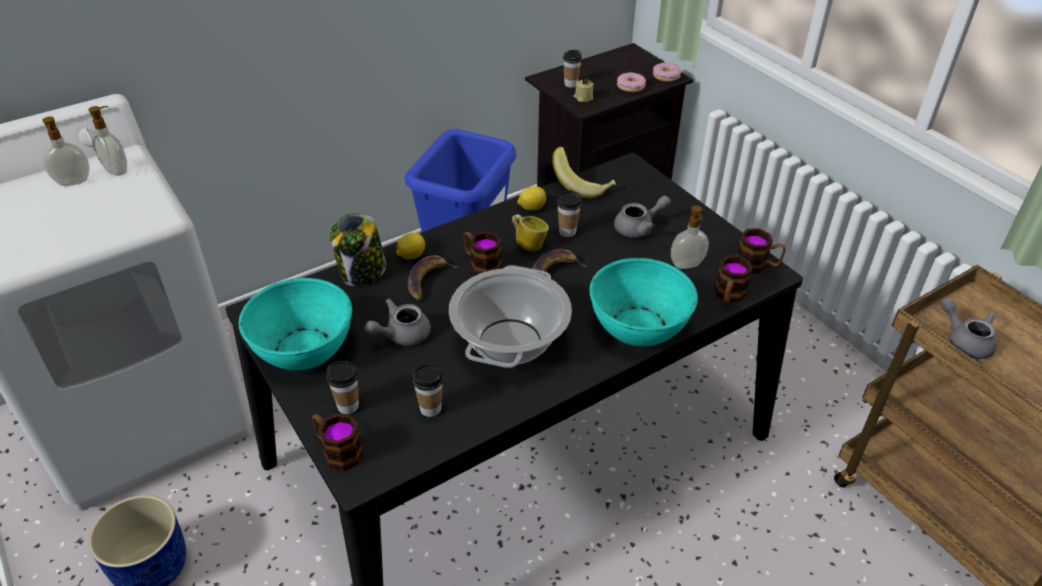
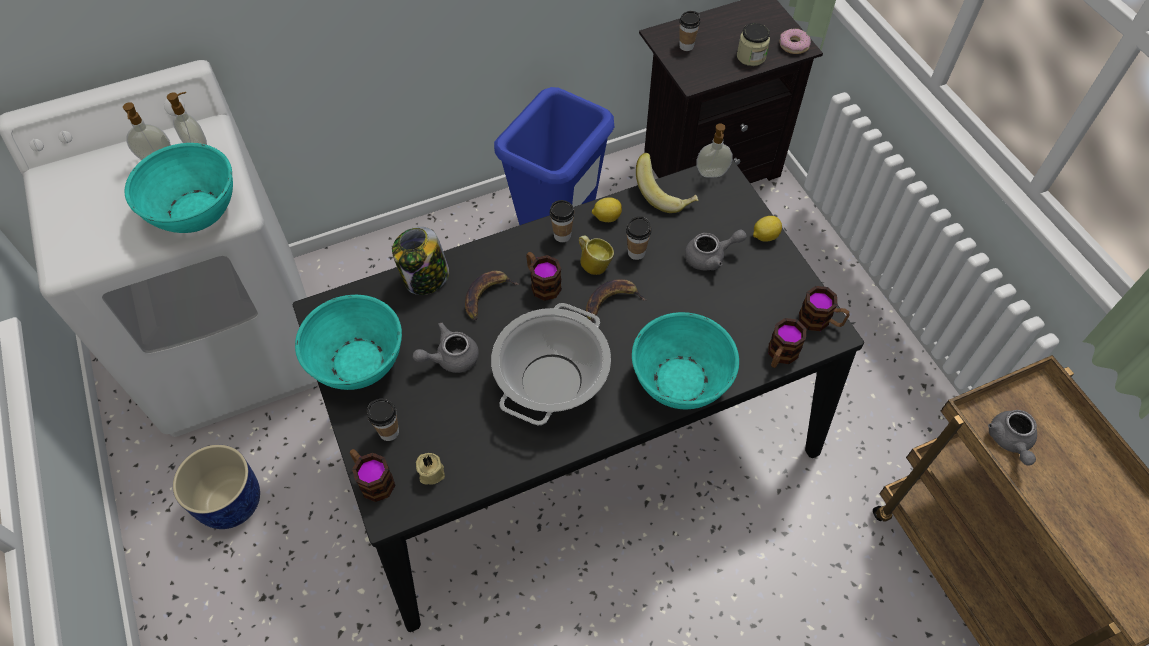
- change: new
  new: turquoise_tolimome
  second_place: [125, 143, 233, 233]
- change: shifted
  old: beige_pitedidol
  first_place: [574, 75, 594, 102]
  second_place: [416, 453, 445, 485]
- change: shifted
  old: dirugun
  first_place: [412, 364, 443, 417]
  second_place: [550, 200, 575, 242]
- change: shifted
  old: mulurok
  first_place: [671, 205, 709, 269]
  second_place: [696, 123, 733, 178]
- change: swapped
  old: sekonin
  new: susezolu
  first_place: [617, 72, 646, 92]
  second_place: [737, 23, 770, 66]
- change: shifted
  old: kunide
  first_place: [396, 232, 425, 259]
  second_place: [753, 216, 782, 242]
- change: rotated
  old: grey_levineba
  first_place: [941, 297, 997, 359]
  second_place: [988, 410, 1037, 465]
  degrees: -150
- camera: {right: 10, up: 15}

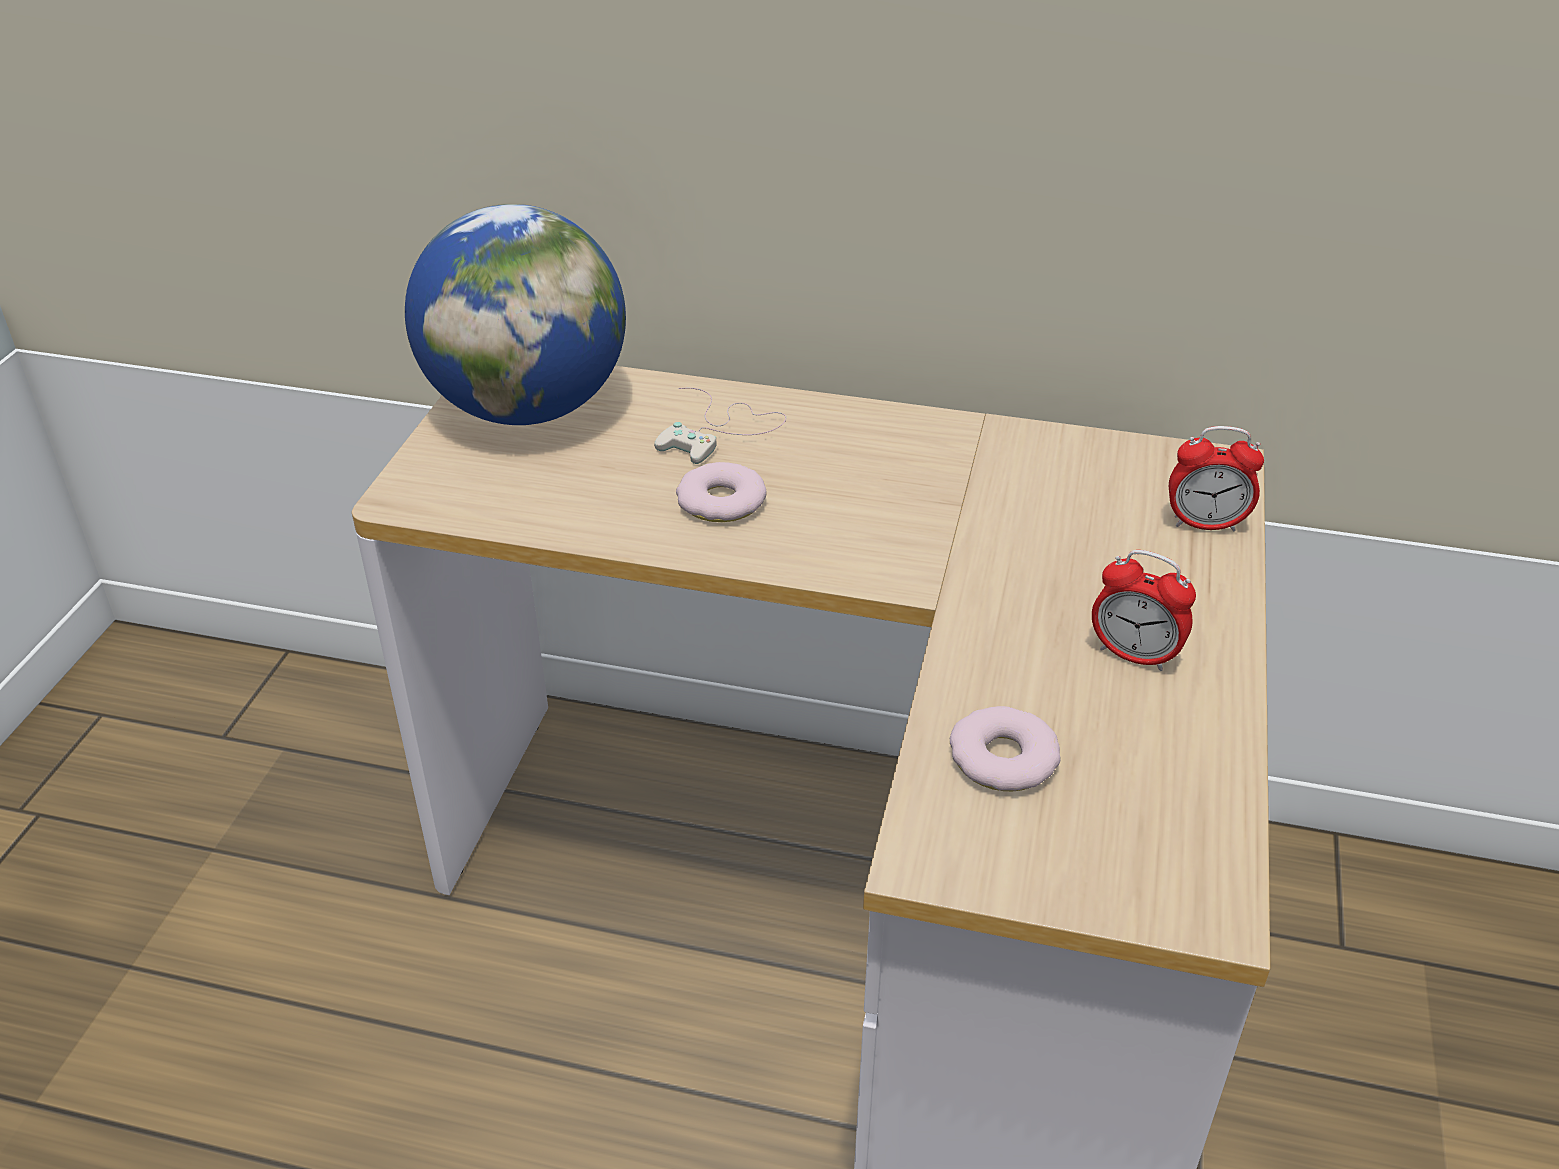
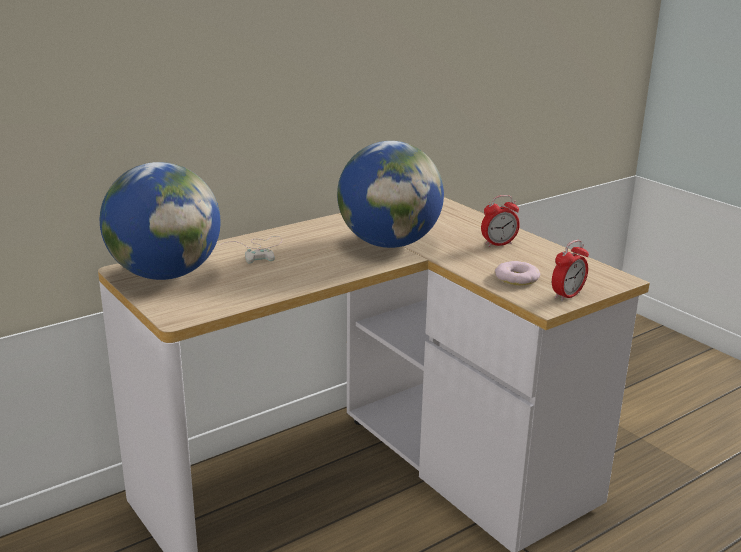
- change: new
  new: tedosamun
  second_place: [337, 141, 444, 248]
- change: shifted
  old: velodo
  first_place: [1169, 426, 1264, 531]
  second_place: [552, 240, 589, 301]
- change: gone
  old: sekonin
  first_place: [676, 462, 767, 522]
- camera: {right: -50, up: -15}

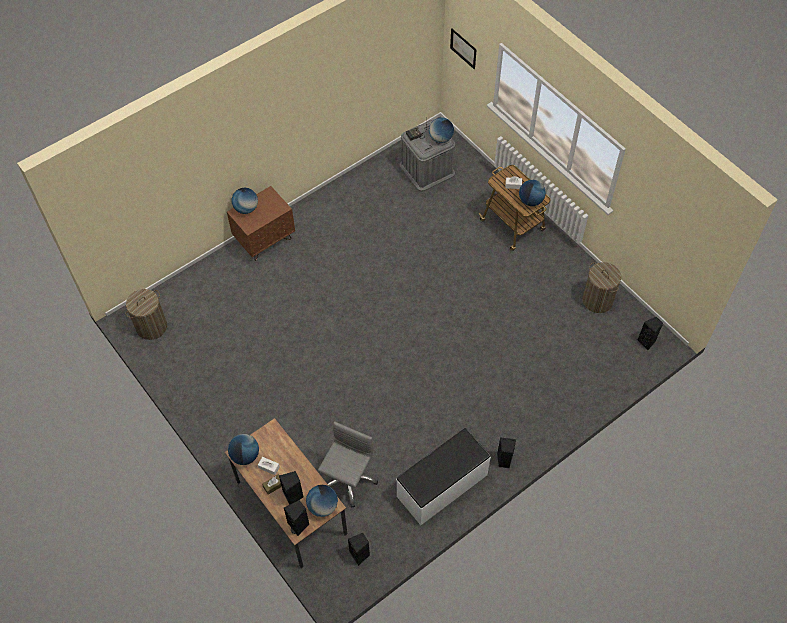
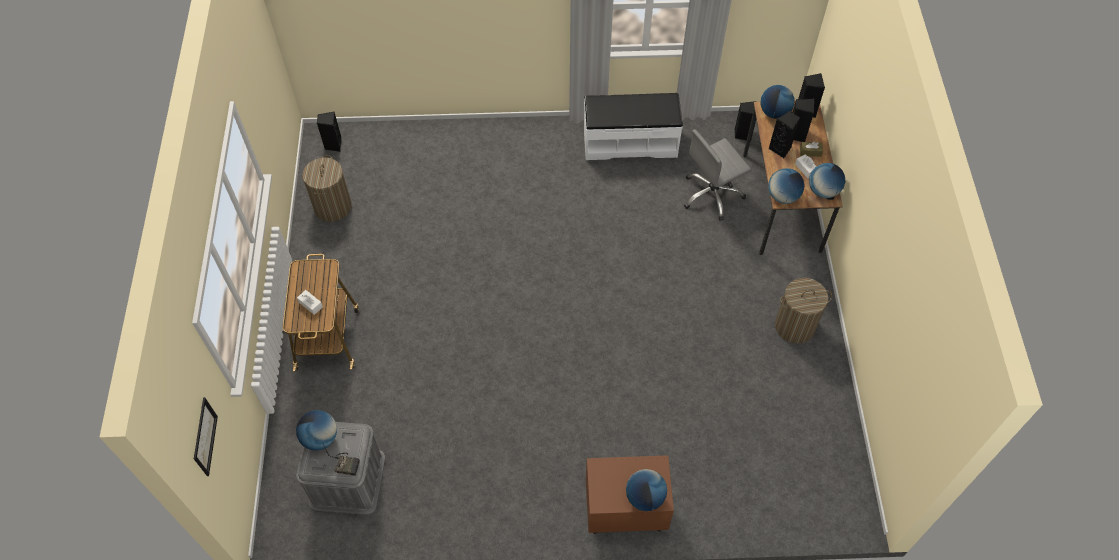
- change: shifted
  old: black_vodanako
  first_place: [497, 437, 516, 468]
  second_place: [768, 111, 800, 158]
- change: shifted
  old: tedosamun
  first_place: [519, 180, 546, 206]
  second_place: [768, 168, 804, 204]
- change: shifted
  old: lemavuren
  first_place: [125, 289, 167, 340]
  second_place: [775, 278, 832, 343]
- camera: {right: -145, up: 0}

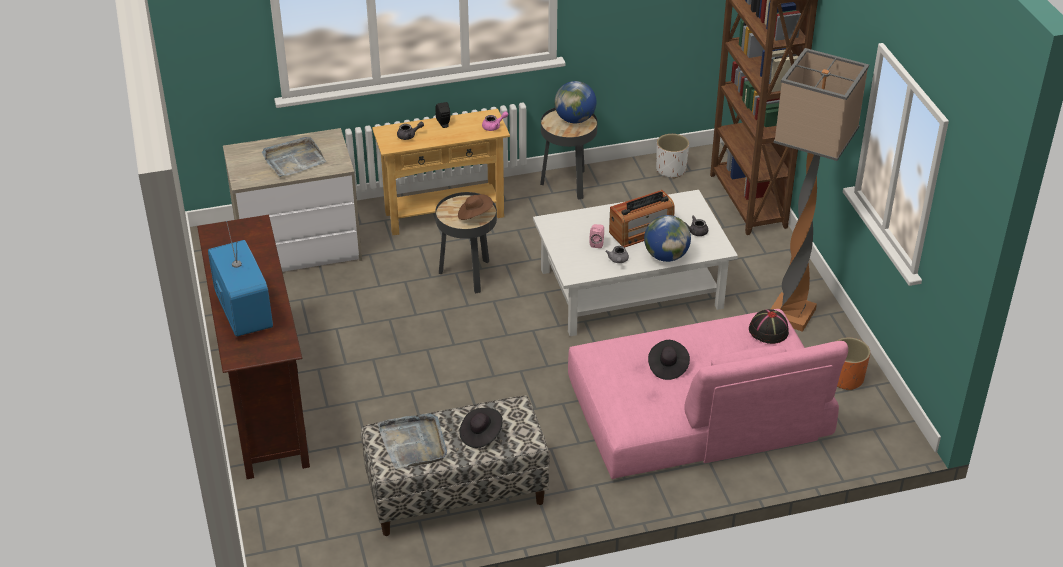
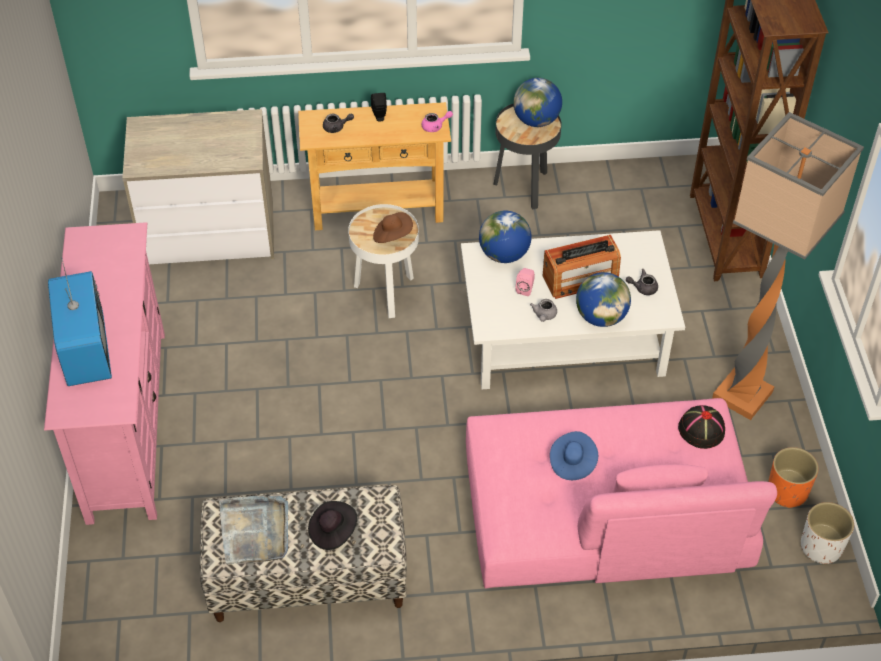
- change: repainted
  old: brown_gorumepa
  new: pink_gorumepa
  first_place: [197, 215, 310, 479]
  second_place: [44, 222, 165, 525]
- change: repainted
  old: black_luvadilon
  new: white_luvadilon
  first_place: [435, 192, 497, 294]
  second_place: [348, 204, 419, 318]
- change: new
  new: tedosamun
  second_place: [479, 211, 532, 263]
- change: repainted
  old: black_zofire
  new: blue_zofire
  first_place: [648, 340, 690, 380]
  second_place: [550, 431, 598, 480]
- change: shifted
  old: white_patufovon
  first_place: [656, 134, 689, 179]
  second_place: [801, 502, 854, 565]
- change: gone
  old: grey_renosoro
  first_place: [262, 137, 326, 177]
- camera: {right: 10, up: 10}

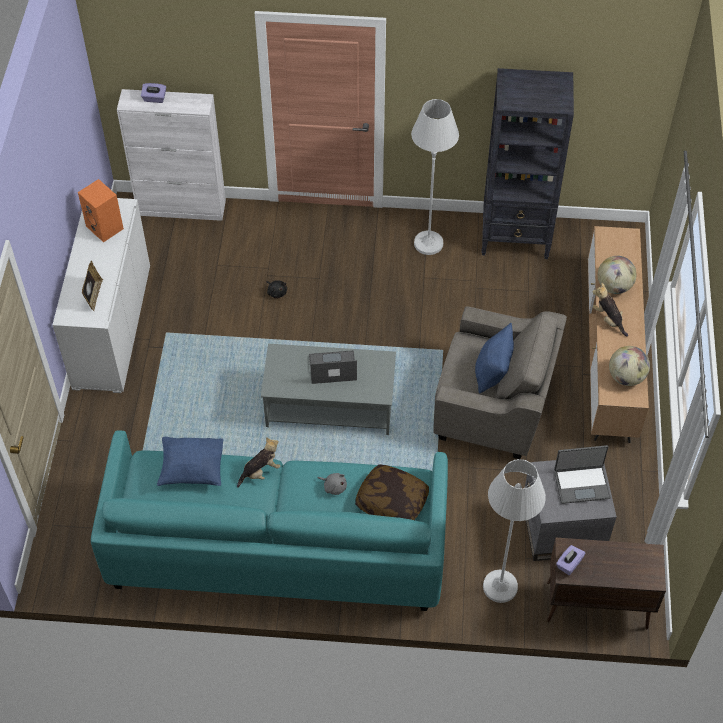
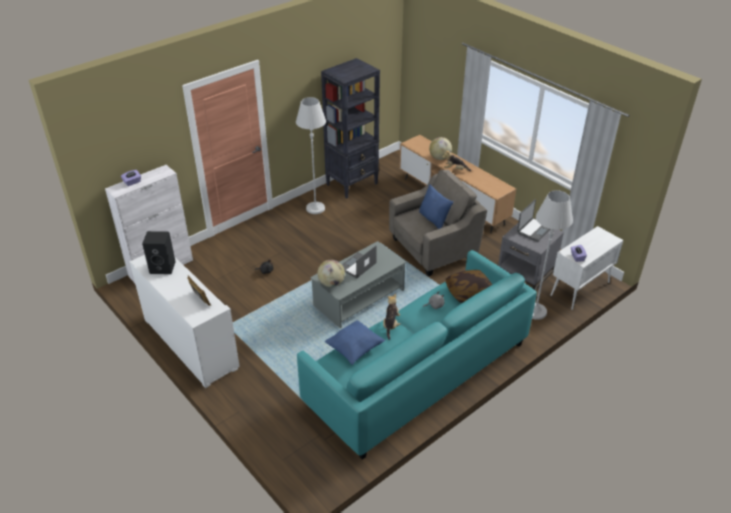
- change: repainted
  old: orange_vodanako
  new: black_vodanako
  first_place: [78, 179, 124, 242]
  second_place: [142, 231, 176, 274]
- change: shifted
  old: tedosamun
  first_place: [609, 346, 650, 386]
  second_place: [317, 260, 345, 287]
- change: repainted
  old: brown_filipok
  new: white_filipok
  first_place: [547, 538, 666, 629]
  second_place: [550, 226, 623, 310]
- camera: {right: -45, up: -15}

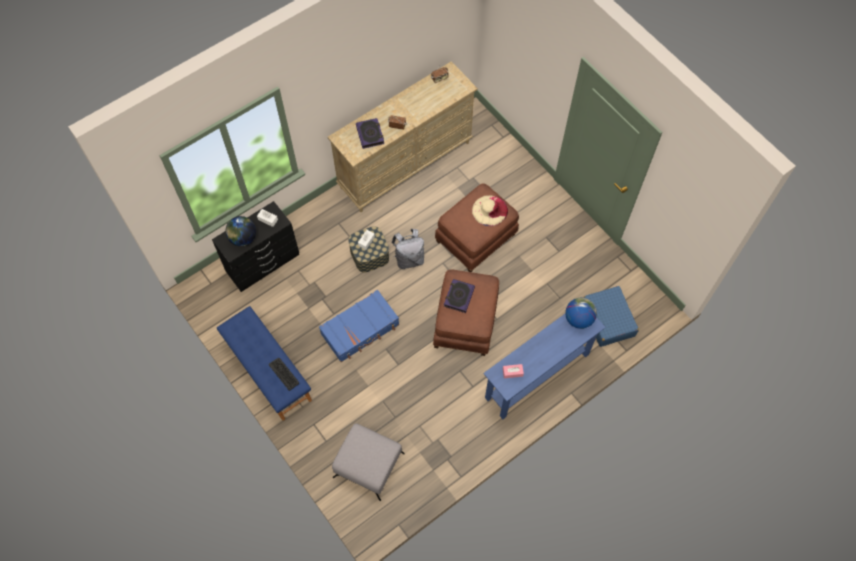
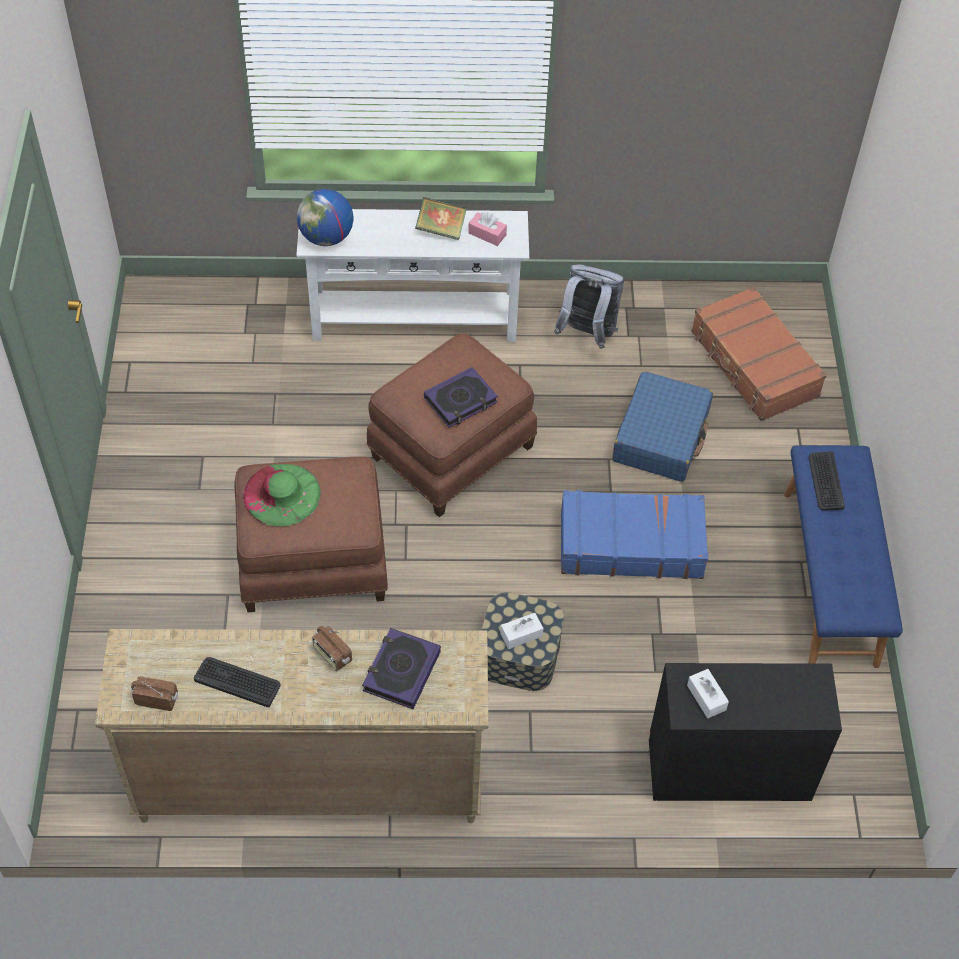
- change: new
  new: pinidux
  second_place: [194, 657, 281, 707]
- change: repainted
  old: beige_zofire
  new: green_zofire
  first_place: [472, 195, 508, 226]
  second_place: [243, 464, 321, 526]
- change: repainted
  old: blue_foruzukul
  new: white_foruzukul
  first_place: [483, 314, 606, 419]
  second_place: [296, 209, 529, 343]
- change: new
  new: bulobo
  second_place: [415, 197, 467, 240]
- change: shifted
  old: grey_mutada
  first_place: [391, 229, 425, 269]
  second_place: [554, 264, 624, 349]
- change: shifted
  old: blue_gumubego
  first_place: [583, 286, 639, 347]
  second_place: [613, 371, 713, 482]
- change: swapped
  old: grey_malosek
  new: brown_gumubego
  first_place: [332, 424, 405, 501]
  second_place: [691, 286, 827, 421]
- change: gone
  old: tedosamun
  first_place: [225, 216, 256, 246]
- camera: {right: -145, up: -10}

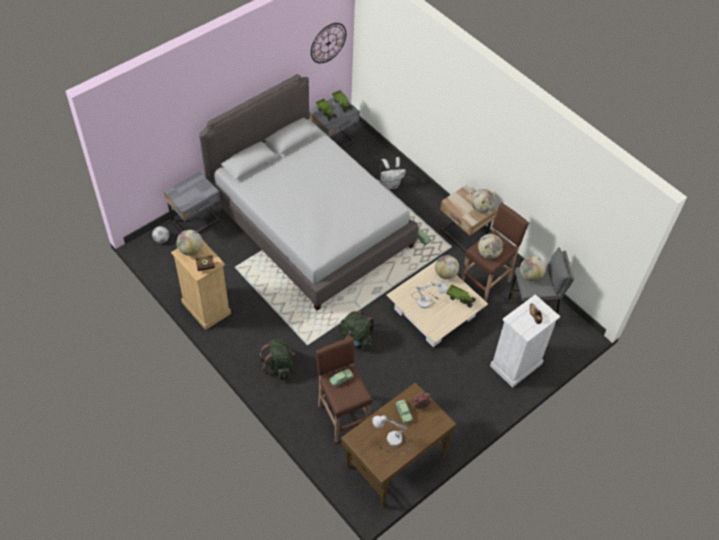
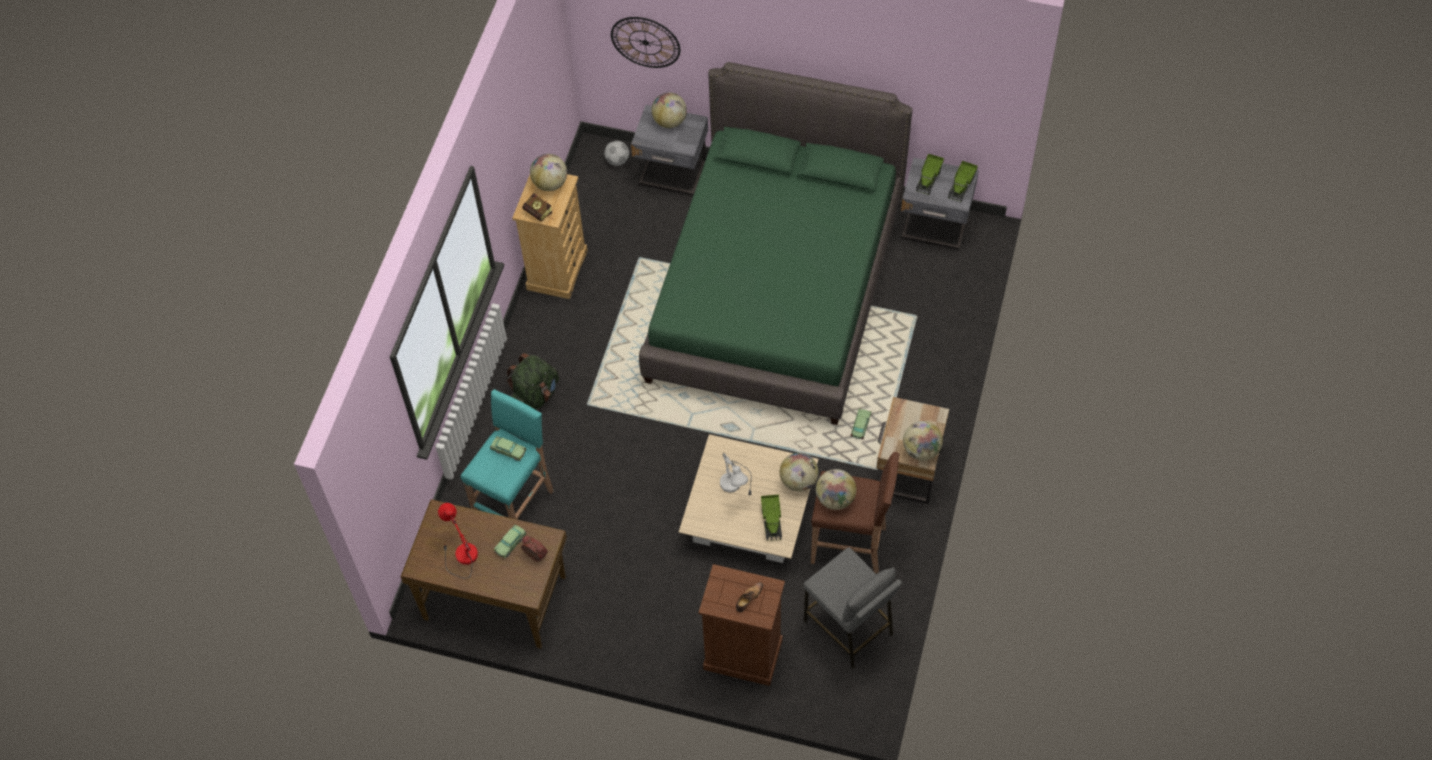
- change: repainted
  old: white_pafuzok
  new: red_pafuzok
  first_place: [372, 415, 411, 455]
  second_place: [438, 503, 478, 579]
- change: repainted
  old: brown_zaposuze
  new: turquoise_zaposuze
  first_place: [316, 337, 372, 443]
  second_place: [461, 389, 554, 519]
- change: shifted
  old: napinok
  first_place: [311, 23, 346, 63]
  second_place: [611, 17, 680, 68]
- change: repainted
  old: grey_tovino
  new: green_tovino
  first_place: [199, 74, 419, 311]
  second_place: [639, 62, 913, 425]
- change: shifted
  old: tedosamun
  first_place: [520, 256, 546, 281]
  second_place: [651, 93, 687, 128]
- change: repainted
  old: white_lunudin
  new: brown_lunudin
  first_place: [490, 294, 560, 388]
  second_place: [699, 564, 785, 686]
- change: gone
  old: green_mutada
  first_place: [339, 310, 375, 350]
- change: gone
  old: white_mutada
  first_place: [380, 157, 406, 189]
- camera: {right: 60, up: 5}

